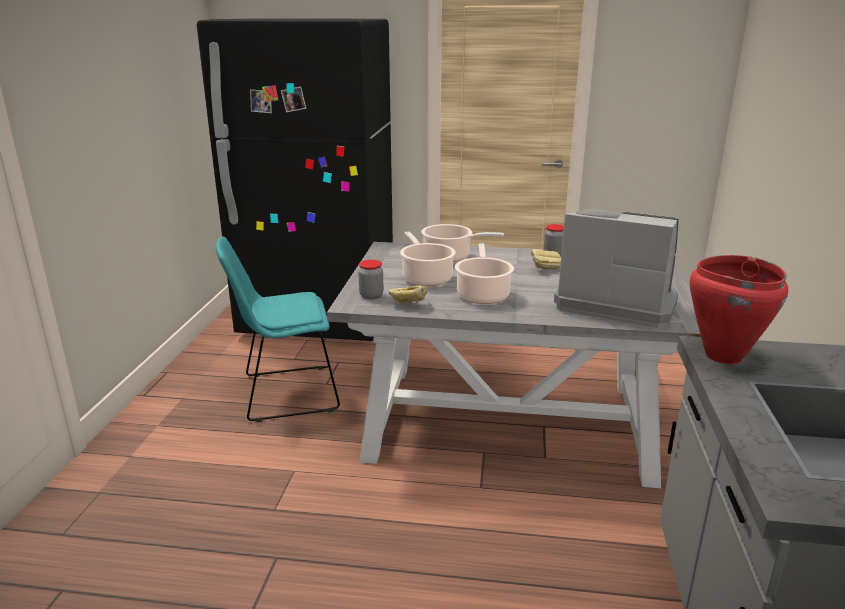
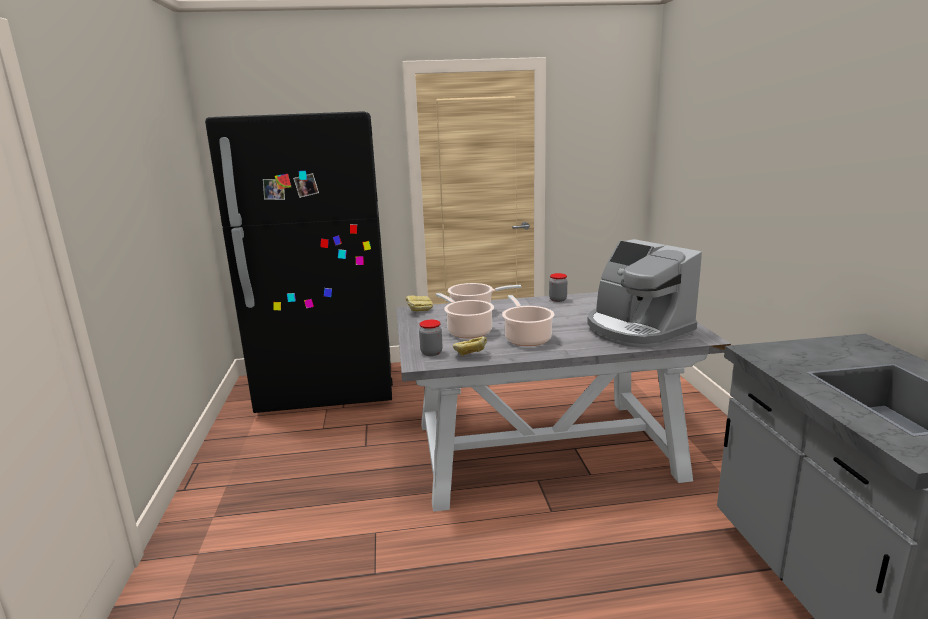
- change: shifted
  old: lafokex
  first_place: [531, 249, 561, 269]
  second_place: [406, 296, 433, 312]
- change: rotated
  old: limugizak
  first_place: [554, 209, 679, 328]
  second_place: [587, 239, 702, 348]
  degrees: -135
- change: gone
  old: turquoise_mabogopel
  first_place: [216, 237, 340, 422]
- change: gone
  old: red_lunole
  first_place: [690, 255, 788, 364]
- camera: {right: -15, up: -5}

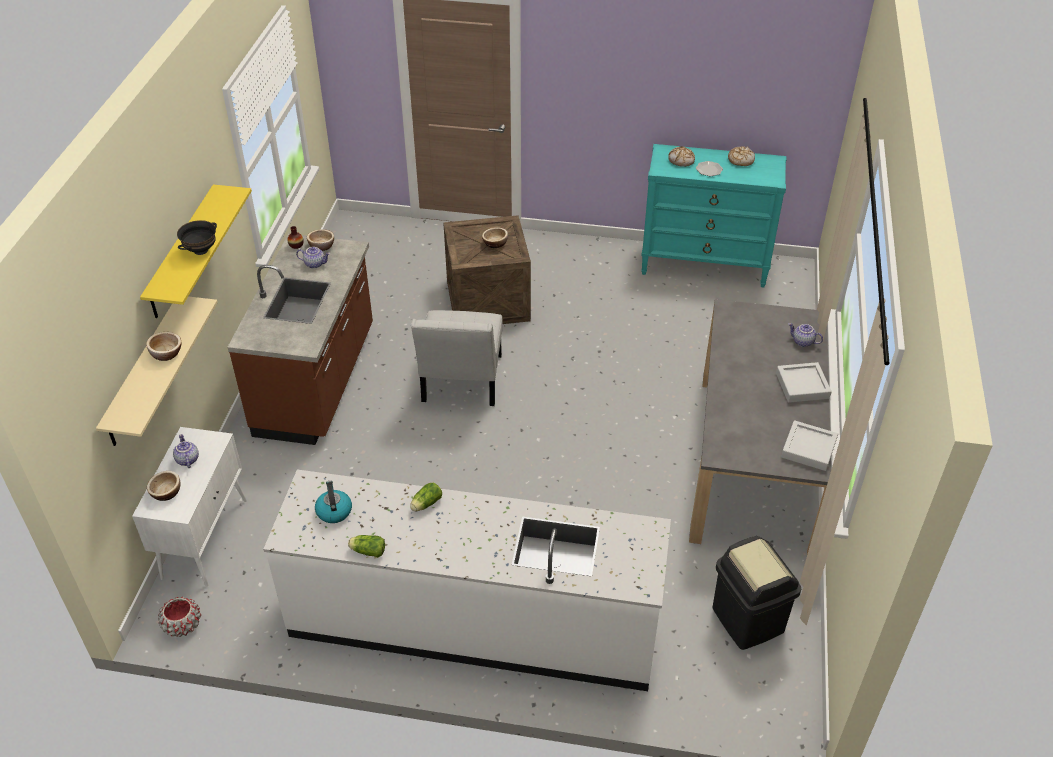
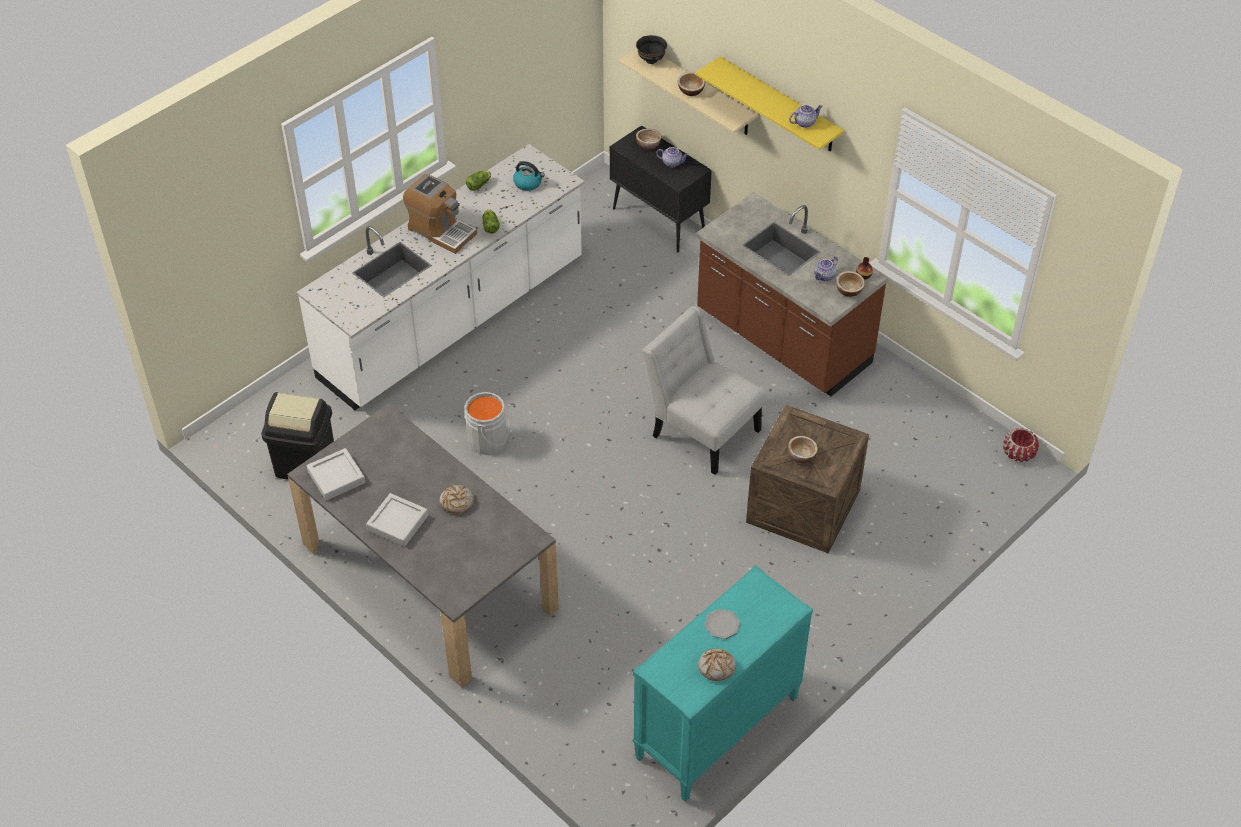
- change: new
  new: limugizak
  second_place: [403, 174, 477, 254]
- change: shifted
  old: lafokex
  first_place: [668, 146, 695, 167]
  second_place: [439, 485, 474, 514]
- change: new
  new: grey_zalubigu
  second_place: [465, 392, 509, 455]
- change: repainted
  old: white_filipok
  new: black_filipok
  first_place: [132, 427, 247, 587]
  second_place: [610, 125, 712, 253]
- change: shifted
  old: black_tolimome
  first_place: [177, 220, 217, 255]
  second_place: [636, 35, 667, 64]
- change: shifted
  old: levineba
  first_place: [788, 323, 823, 347]
  second_place: [789, 105, 823, 128]
- change: shifted
  old: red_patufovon
  first_place: [158, 597, 201, 637]
  second_place: [1003, 428, 1039, 462]
- camera: {right: 125, up: 5}

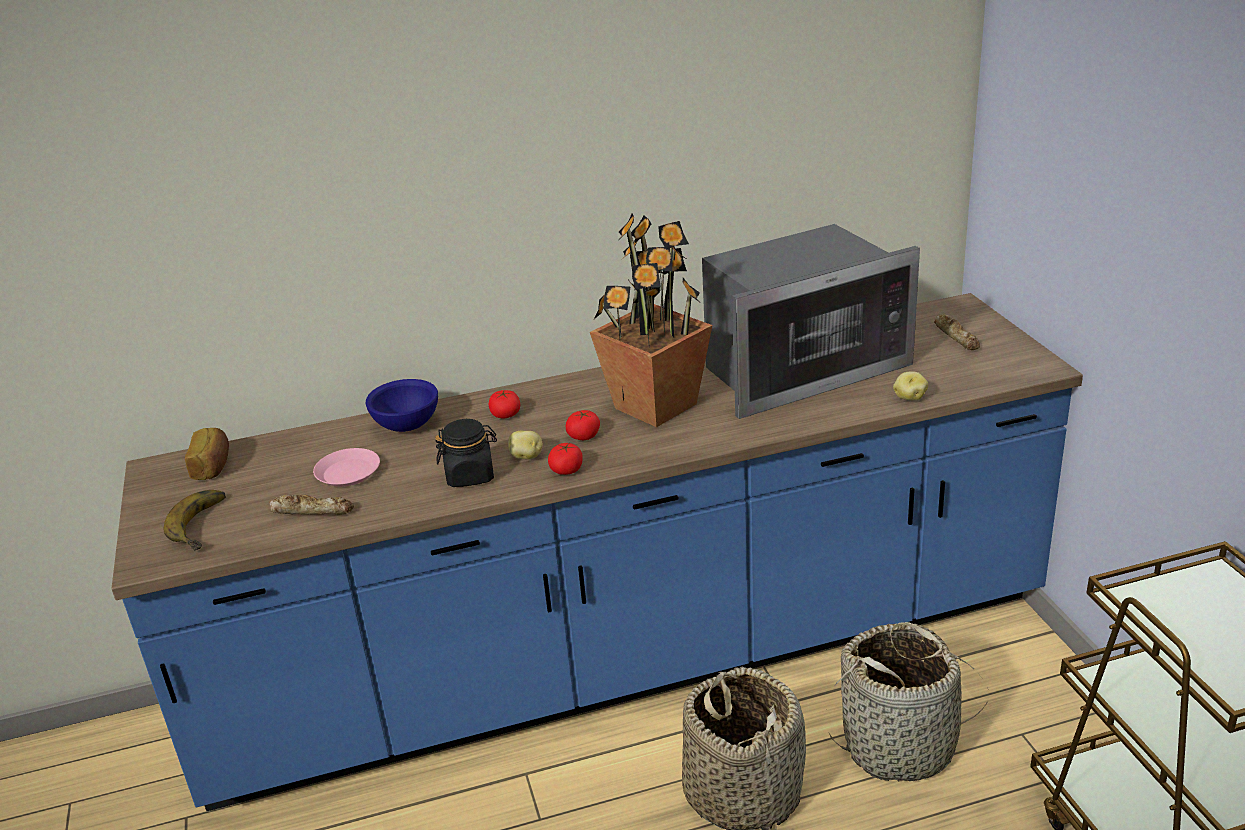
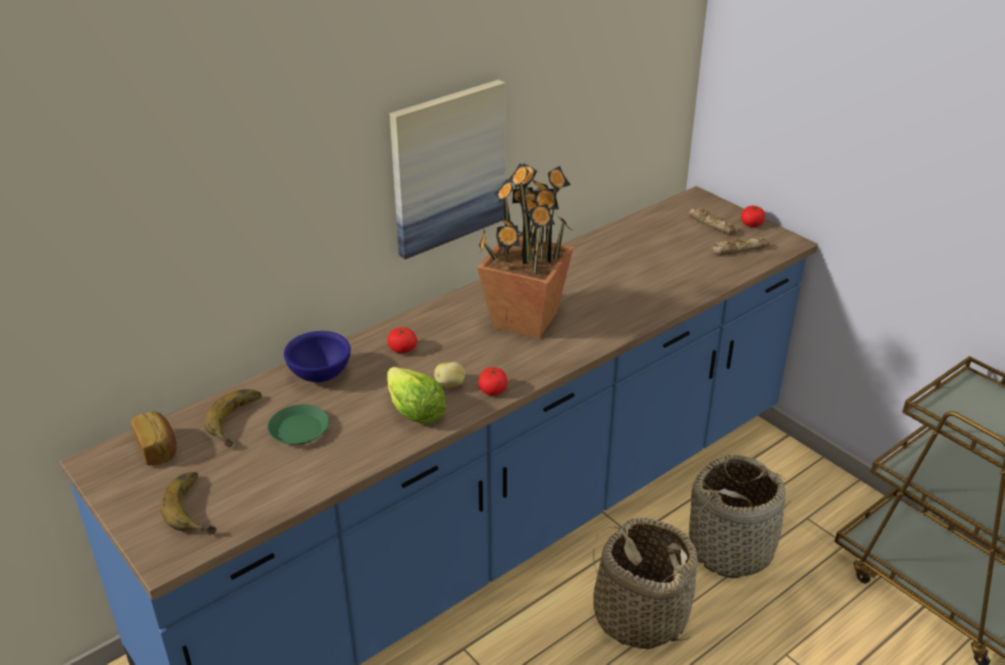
- change: new
  new: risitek
  second_place: [204, 389, 261, 447]
- change: repainted
  old: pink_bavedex
  new: green_bavedex
  first_place: [313, 448, 380, 487]
  second_place: [268, 404, 329, 445]
- change: swapped
  old: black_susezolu
  new: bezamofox
  first_place: [435, 419, 497, 487]
  second_place: [387, 367, 446, 424]
- change: new
  new: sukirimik
  second_place: [389, 79, 506, 259]
- change: shifted
  old: lafokex
  first_place: [269, 494, 354, 515]
  second_place: [711, 237, 769, 255]
- change: shifted
  old: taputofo
  first_place: [566, 410, 600, 440]
  second_place: [741, 206, 765, 227]
- change: gone
  old: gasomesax
  first_place: [702, 224, 920, 419]
- change: gone
  old: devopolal
  first_place: [893, 371, 928, 401]
- camera: {right: -25, up: 5}

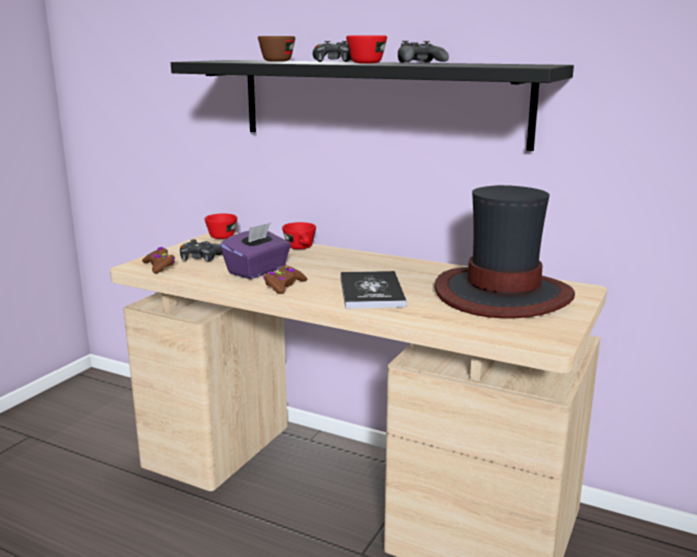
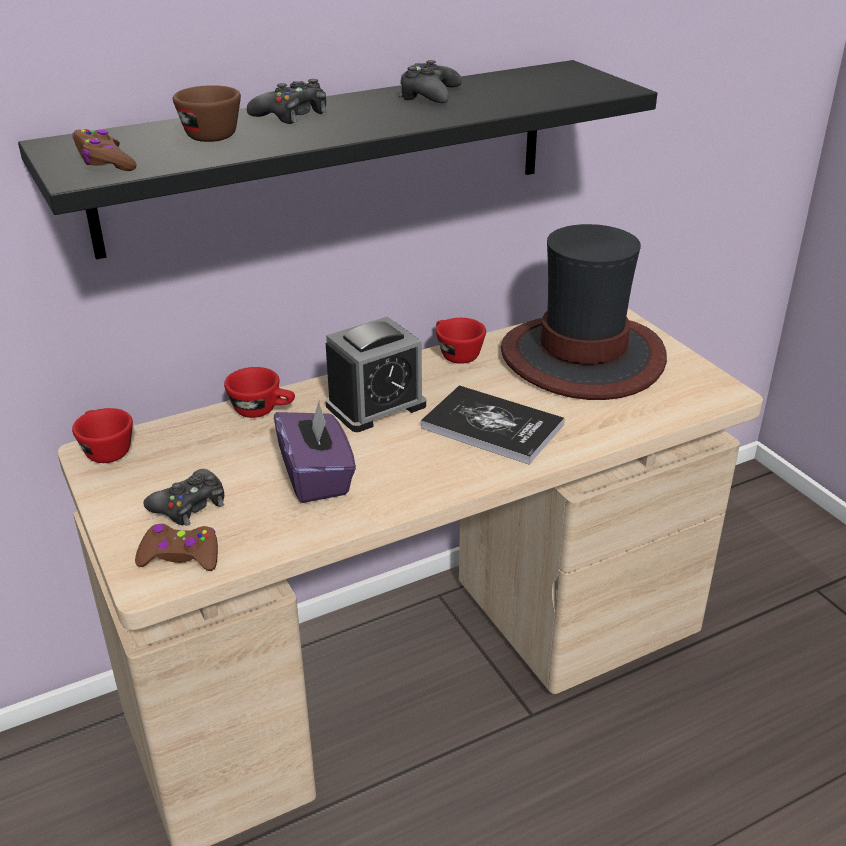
- change: shifted
  old: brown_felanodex
  first_place: [263, 266, 307, 294]
  second_place: [73, 129, 136, 171]
- change: new
  new: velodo
  second_place: [326, 317, 426, 432]
- change: shifted
  old: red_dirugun
  first_place: [346, 36, 387, 63]
  second_place: [436, 318, 486, 364]
- camera: {right: -55, up: 15}

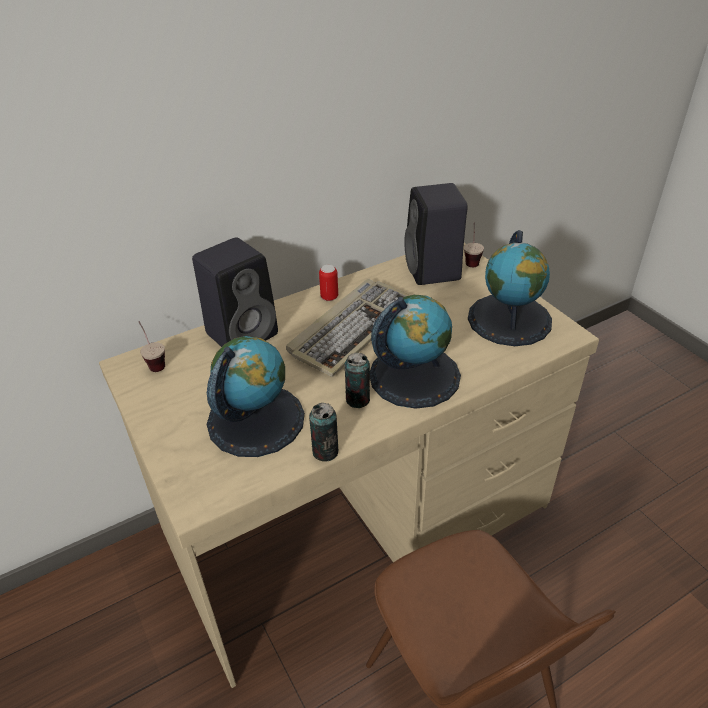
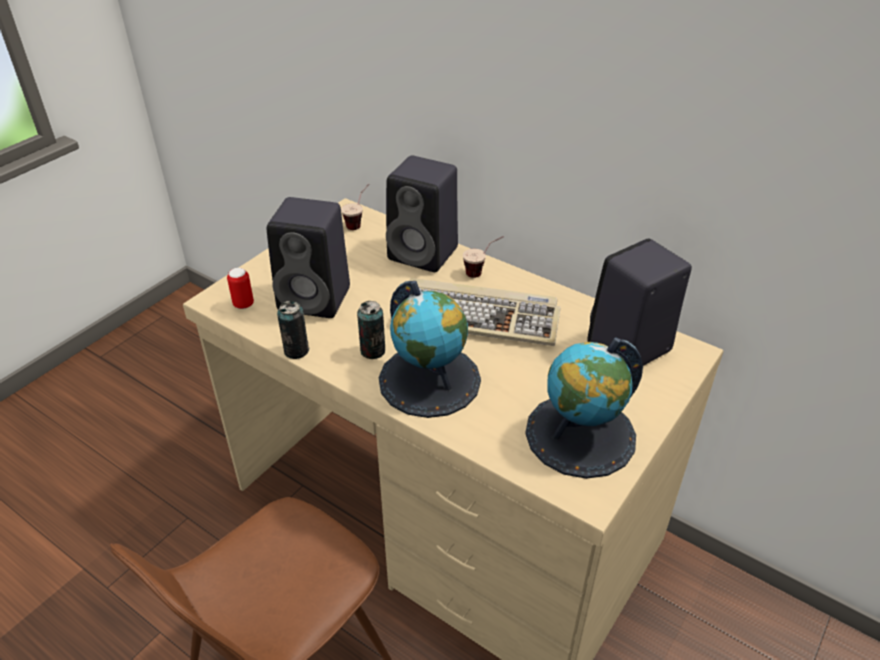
- change: shifted
  old: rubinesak
  first_place: [319, 265, 338, 301]
  second_place: [227, 268, 254, 309]
- change: swapped
  old: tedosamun
  new: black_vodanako
  first_place: [207, 336, 305, 457]
  second_place: [267, 197, 350, 318]
- change: shifted
  old: dirugun
  first_place: [464, 222, 484, 267]
  second_place: [463, 236, 504, 278]
- camera: {right: 65, up: 0}

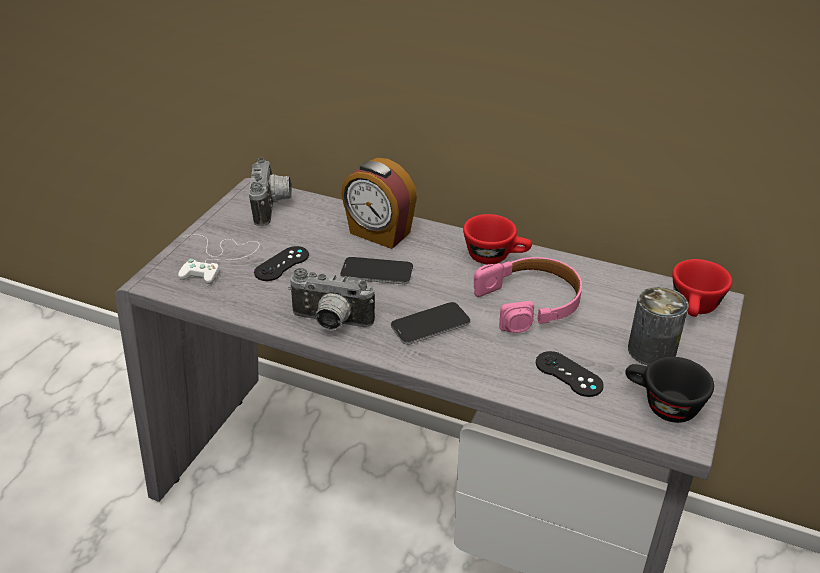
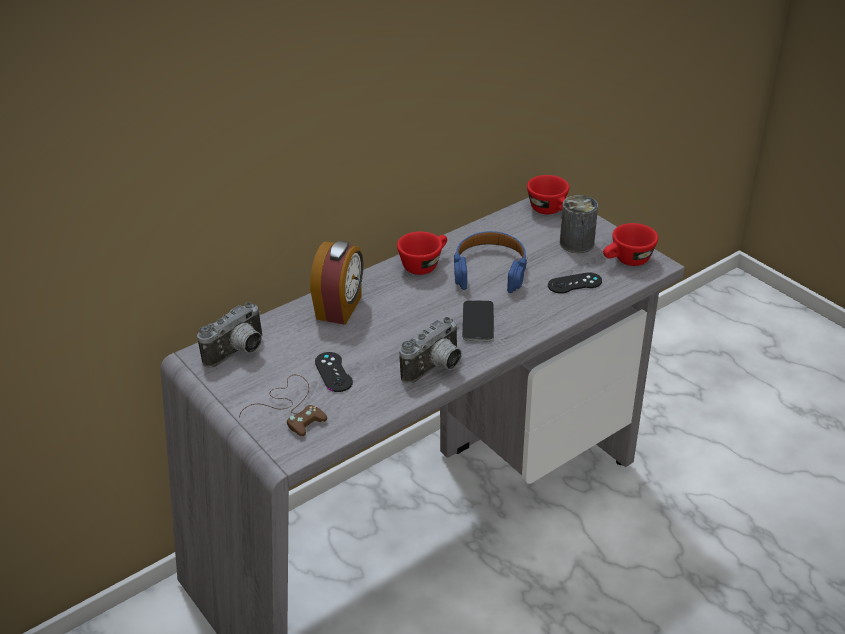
- change: rotated
  old: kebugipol
  first_place: [249, 158, 292, 226]
  second_place: [197, 302, 262, 368]
  degrees: 105
- change: repainted
  old: white_felanodex
  new: brown_felanodex
  first_place: [178, 234, 259, 284]
  second_place: [239, 375, 327, 437]
- change: rotated
  old: velodo
  first_place: [341, 158, 417, 249]
  second_place: [310, 241, 363, 325]
  degrees: -45
- change: repainted
  old: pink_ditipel
  new: blue_ditipel
  first_place: [474, 257, 582, 333]
  second_place: [454, 231, 527, 293]
- change: repainted
  old: black_dirugun
  new: red_dirugun
  first_place: [625, 357, 714, 423]
  second_place: [603, 223, 658, 266]
- change: gone
  old: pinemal
  first_place: [340, 257, 413, 284]
- camera: {right: -60, up: 0}

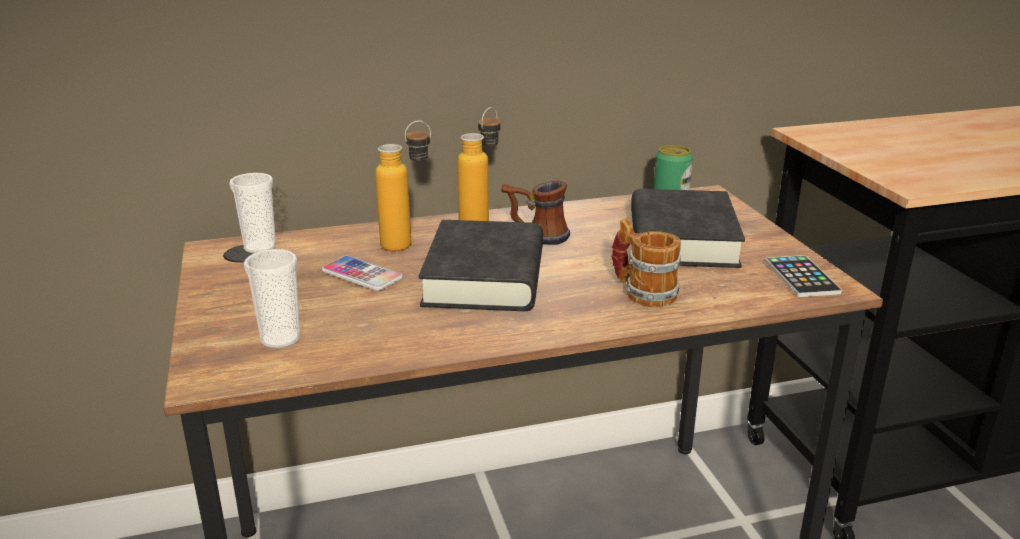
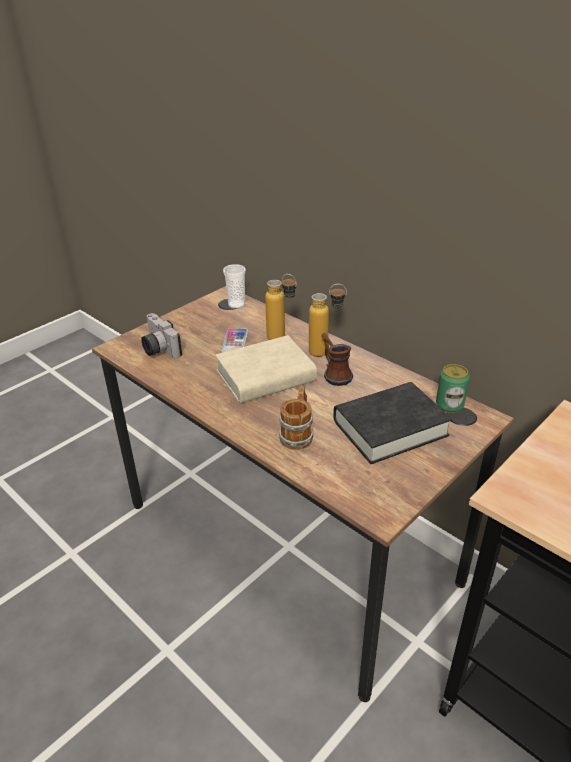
- change: swapped
  old: dirugun
  new: kebugipol
  first_place: [244, 249, 300, 349]
  second_place: [141, 313, 182, 358]
- change: repainted
  old: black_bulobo
  new: beige_bulobo
  first_place: [418, 220, 543, 311]
  second_place: [215, 335, 317, 403]
- change: gone
  old: pinemal
  first_place: [765, 255, 842, 297]
- camera: {right: 60, up: 10}

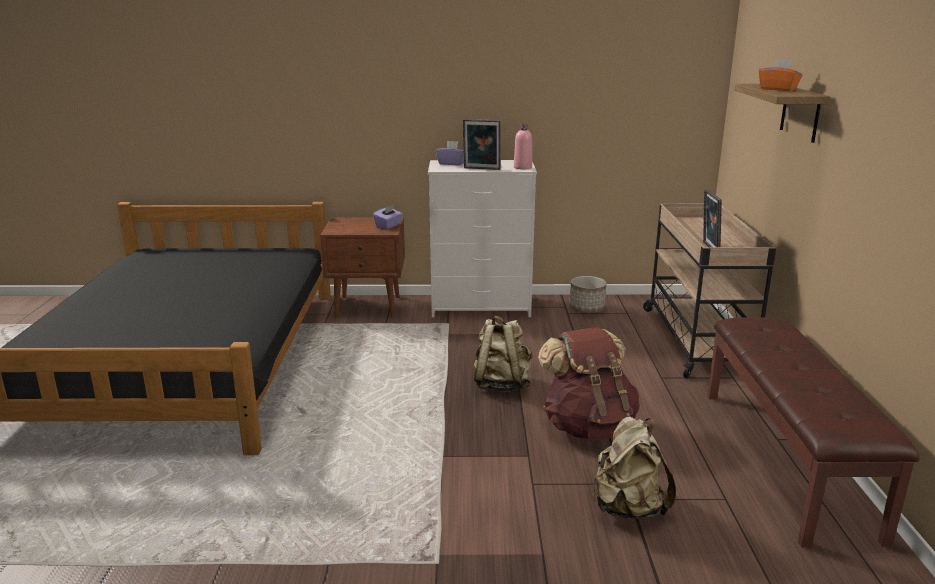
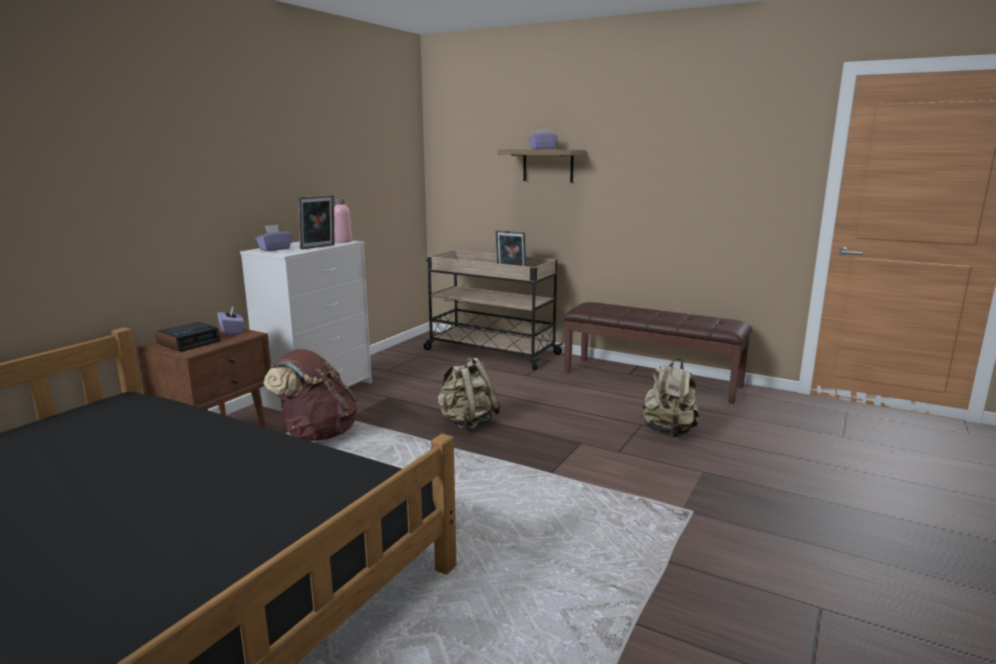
- change: new
  new: velodo
  second_place: [155, 322, 221, 352]
- change: shifted
  old: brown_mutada
  first_place: [538, 327, 640, 440]
  second_place: [264, 349, 358, 441]
- change: repainted
  old: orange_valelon
  new: purple_valelon
  first_place: [759, 59, 803, 91]
  second_place: [529, 129, 558, 149]
- change: gone
  old: patufovon
  first_place: [569, 276, 607, 313]
- camera: {right: -60, up: -5}

